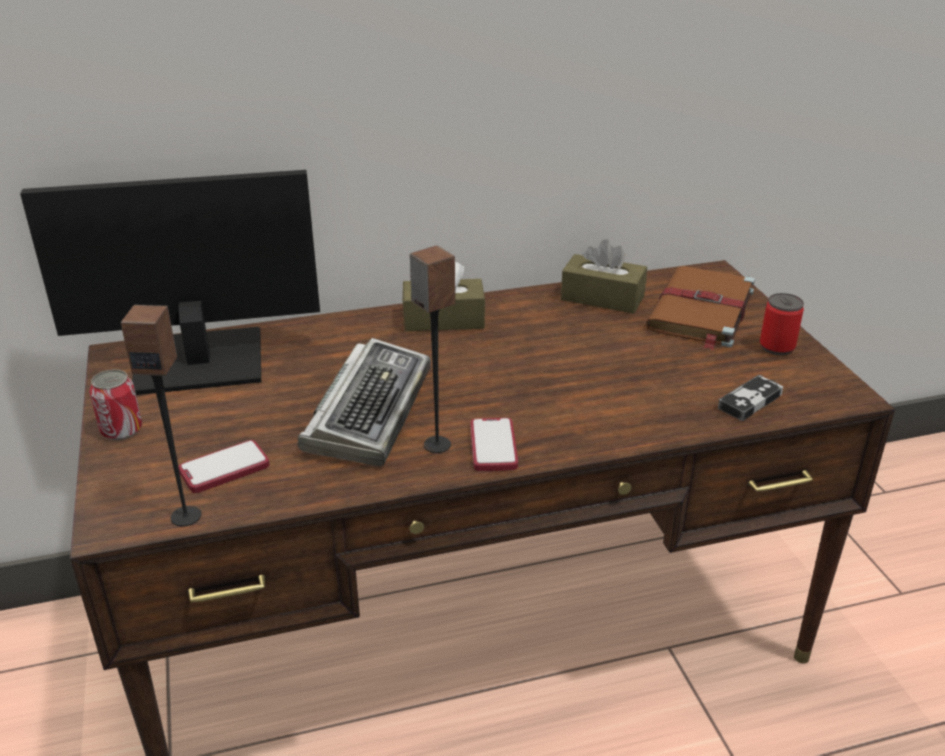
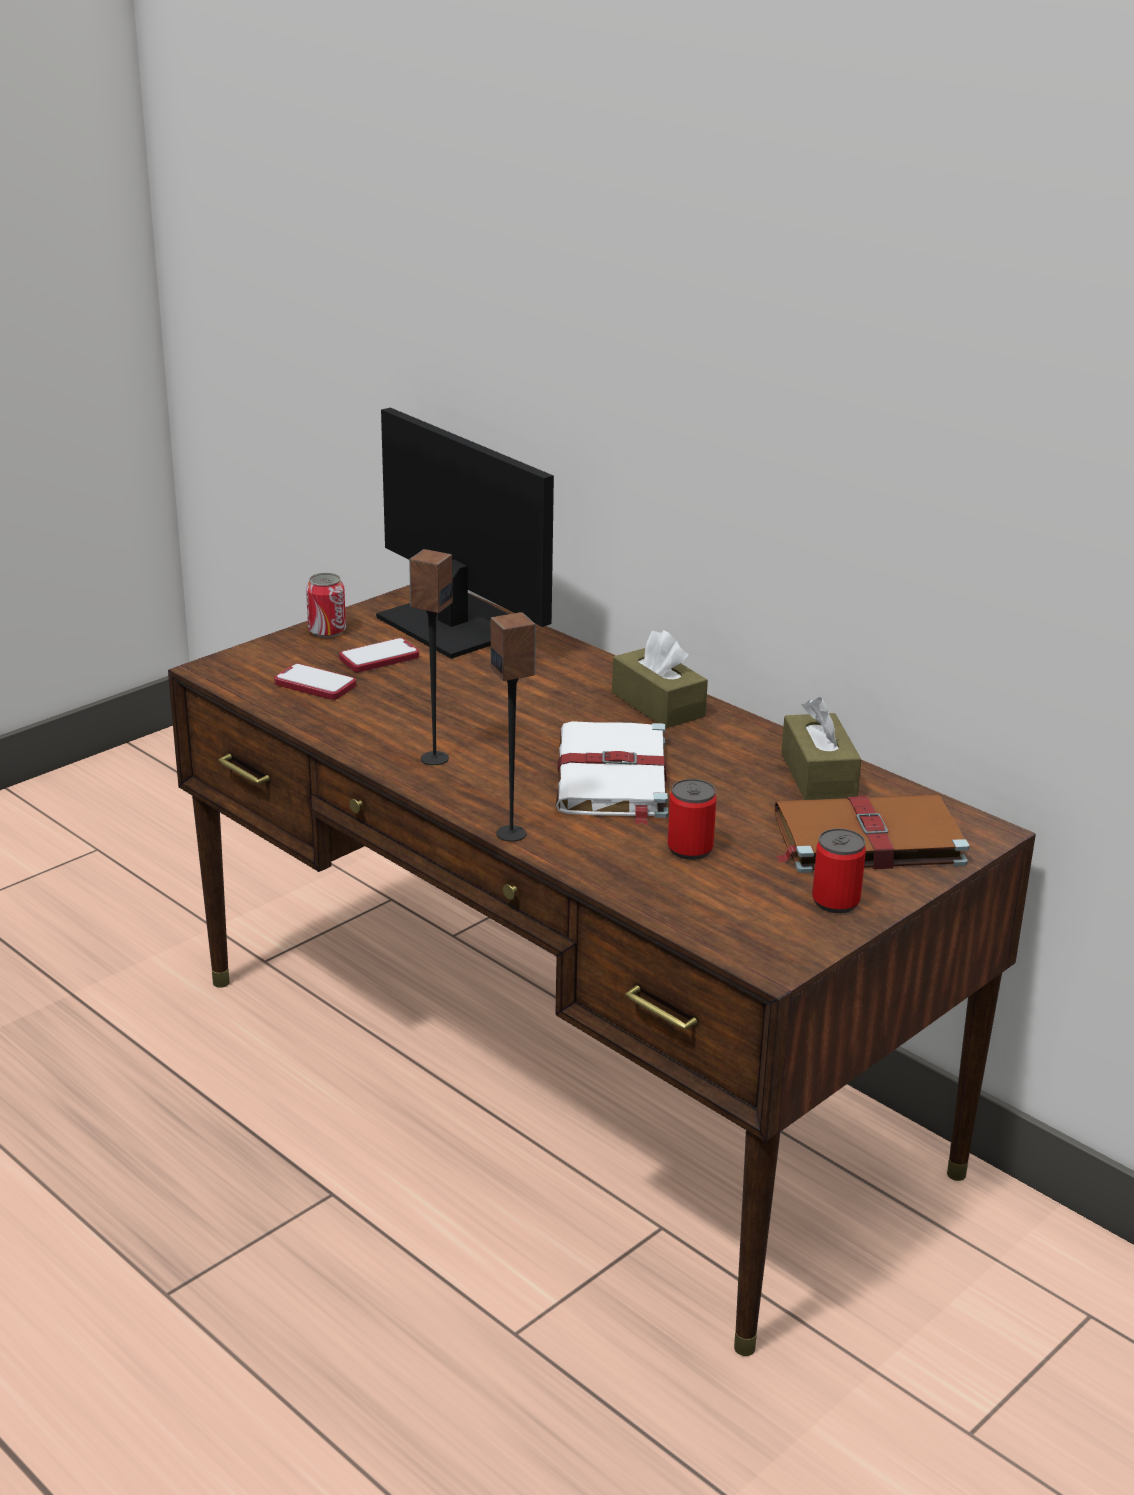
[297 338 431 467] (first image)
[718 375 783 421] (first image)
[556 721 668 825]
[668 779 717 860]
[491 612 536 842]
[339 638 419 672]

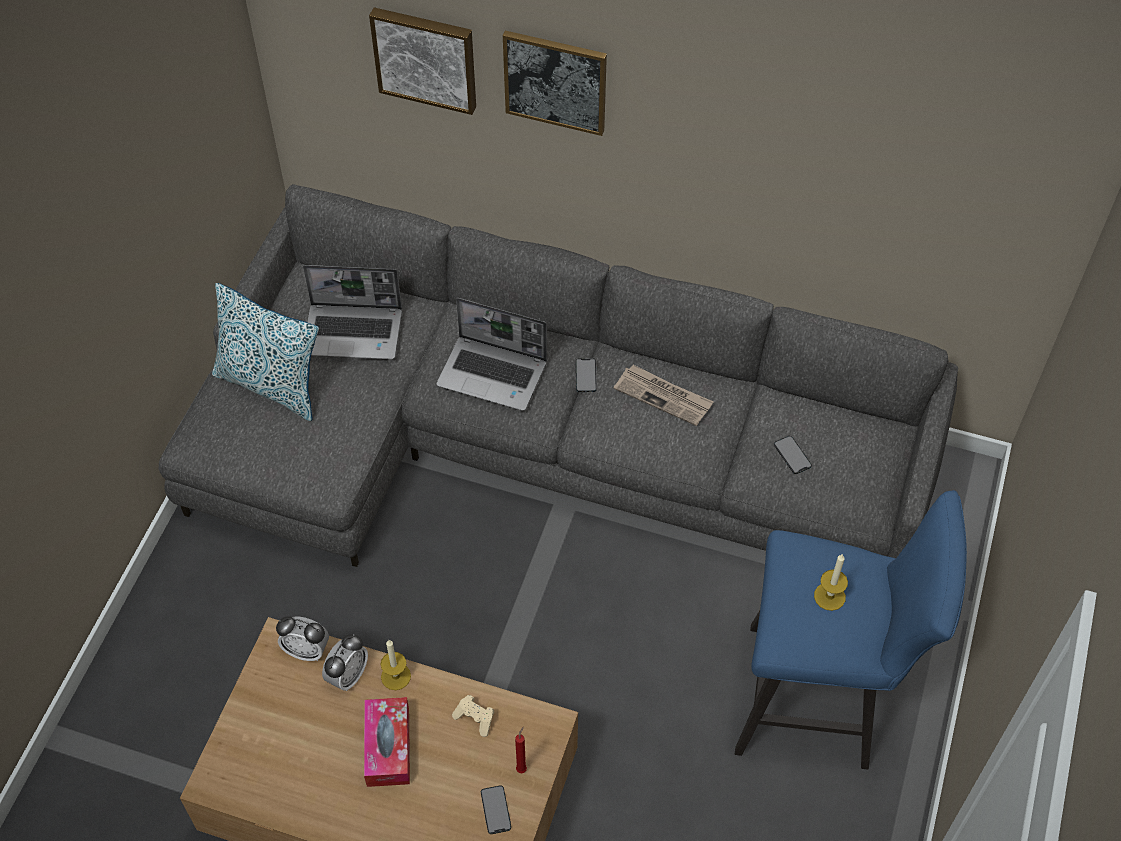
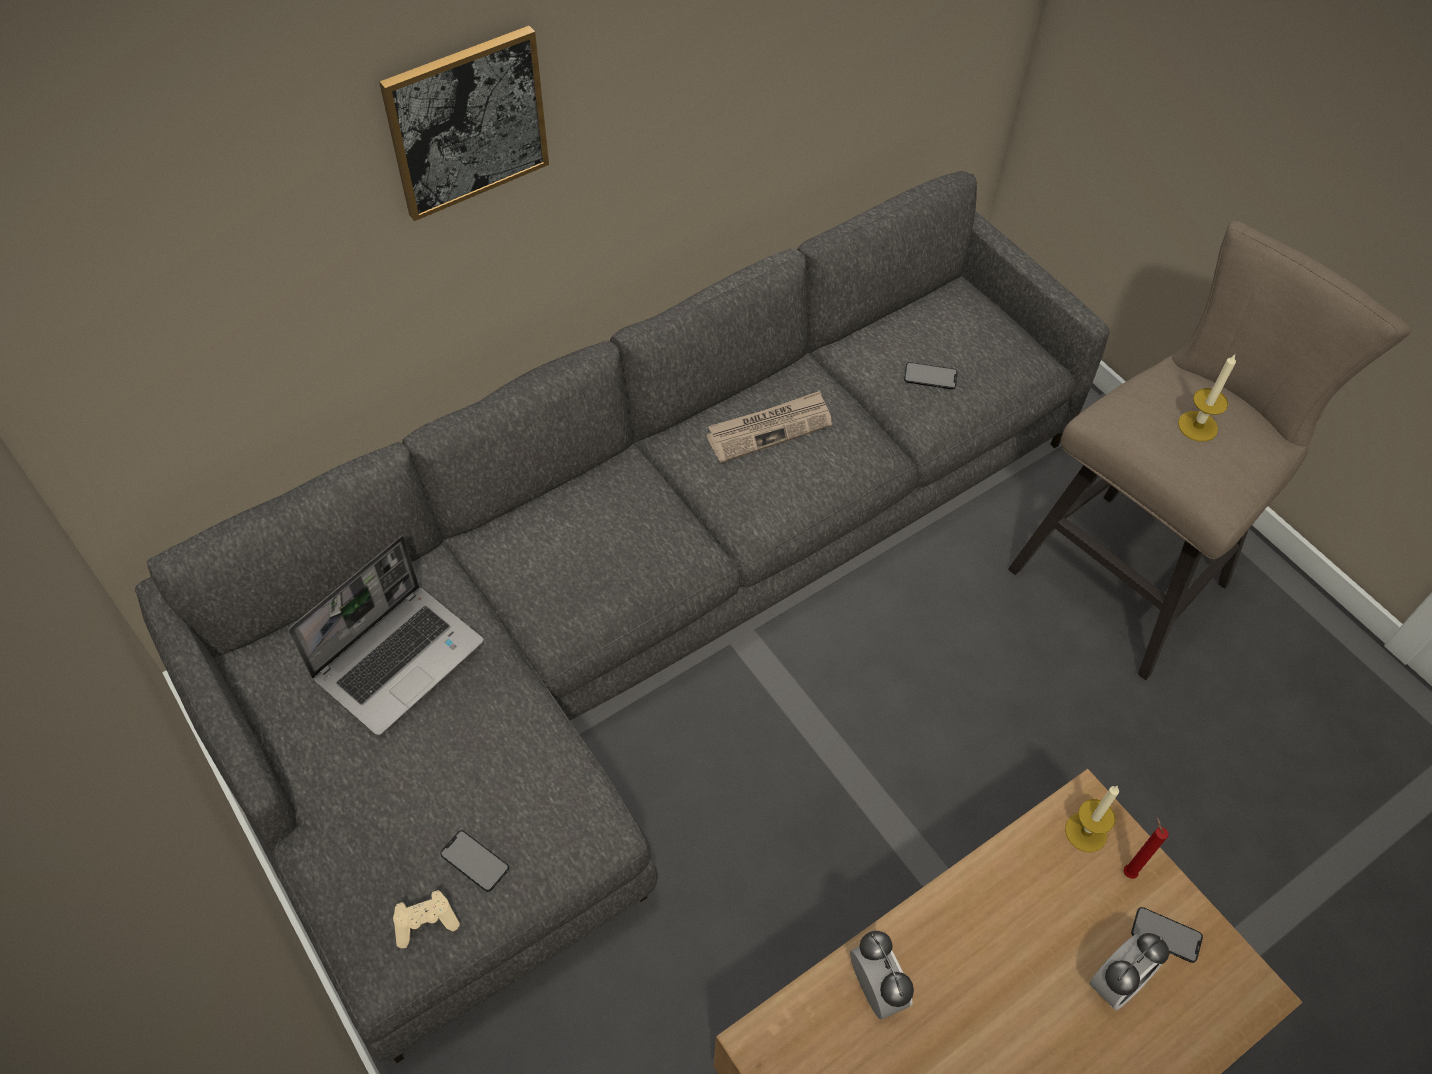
[212 283 319 421] (first image)
[364 697 410 787] (first image)
[369 7 476 115] (first image)
[437 298 547 411] (first image)
[1090 933 1169 1010]
[1065 786 1119 852]
[393 890 460 949]
[440 830 509 892]
[1008 220 1411 680]

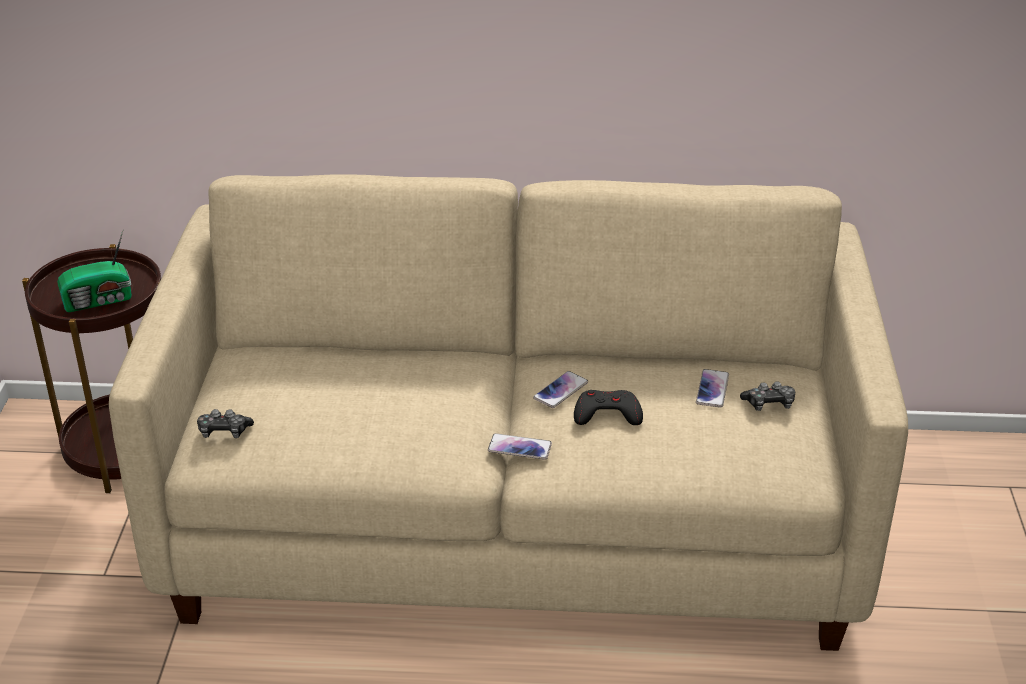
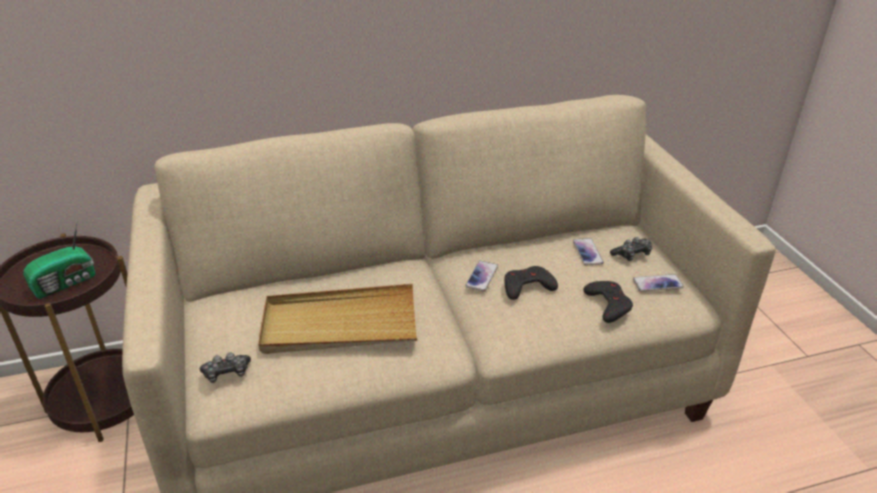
[258 284 417 354]
[583 281 633 323]
[633 274 684 291]

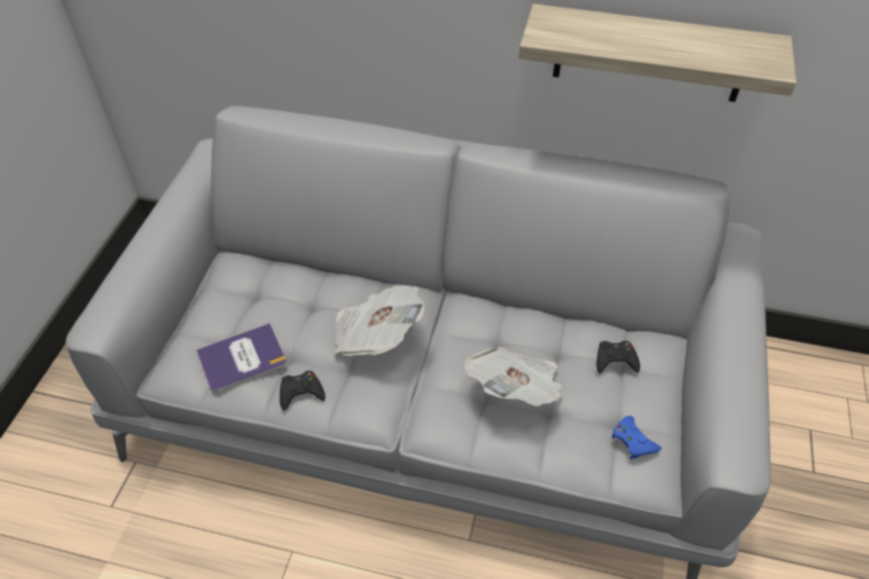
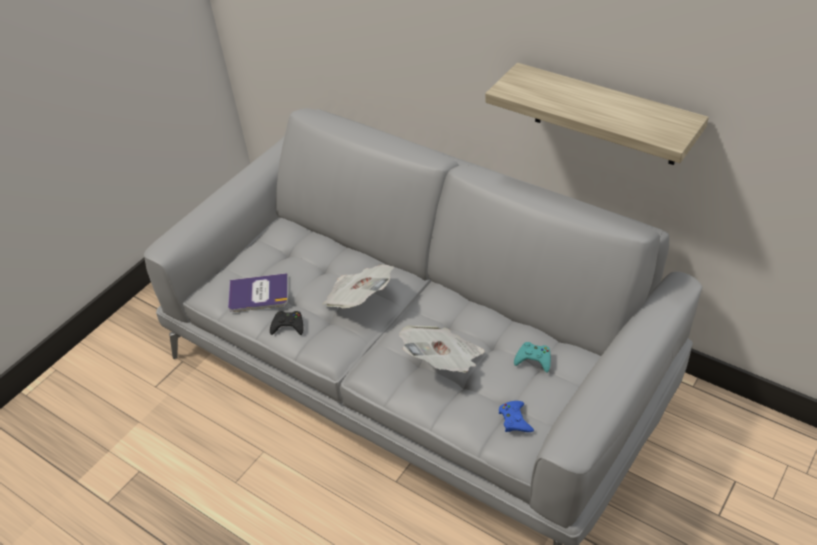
[514 342 551 373]

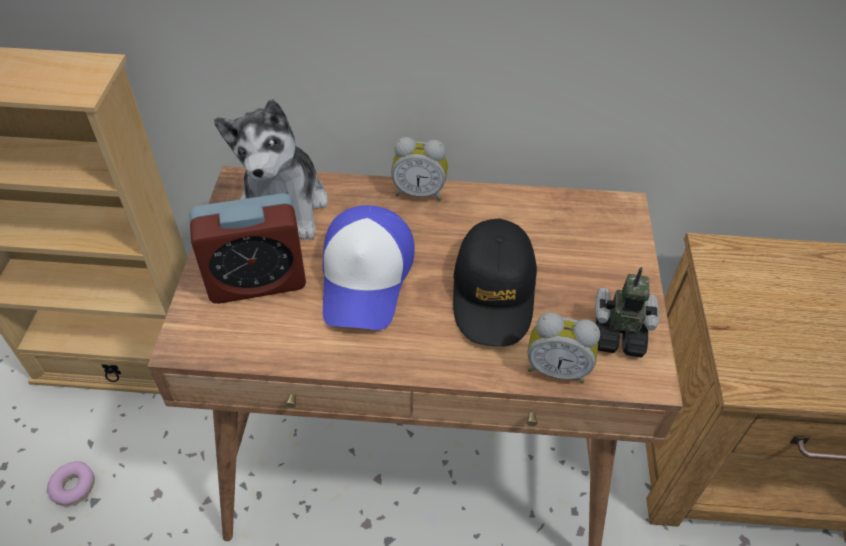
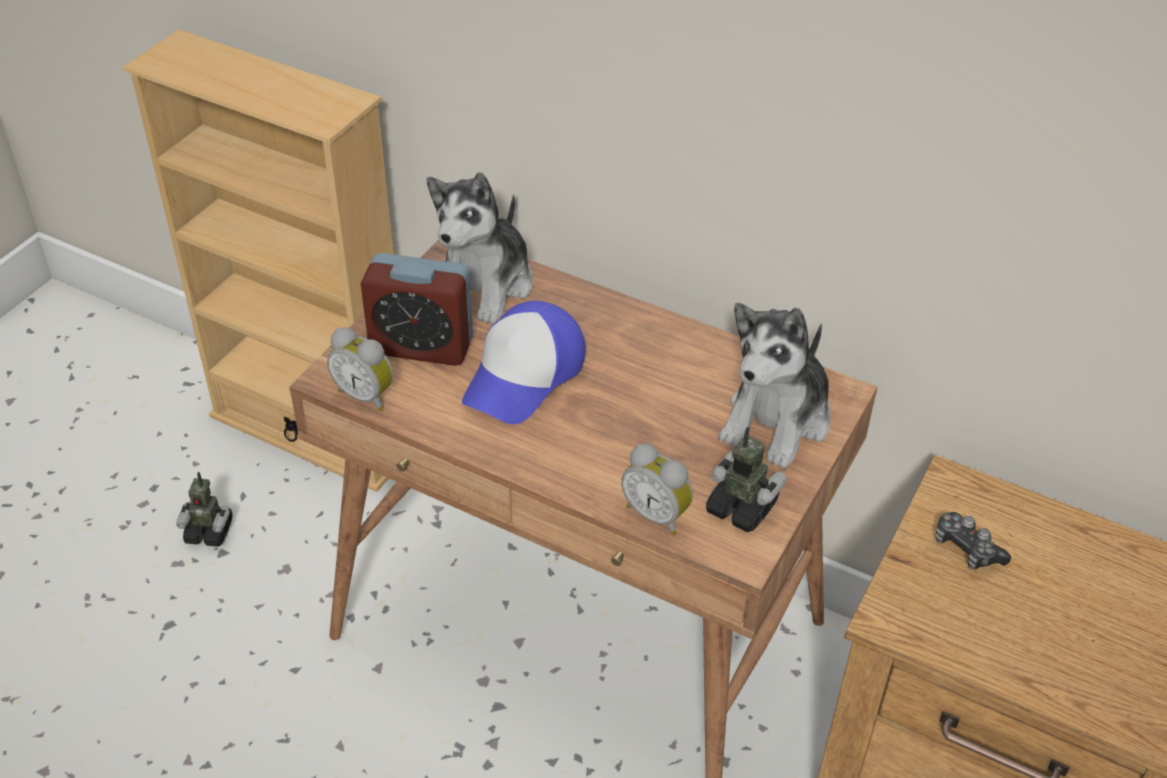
[453 218 537 346] (first image)
[718 303 831 469]
[936 512 1011 570]
[327 328 393 411]
[176 472 232 547]

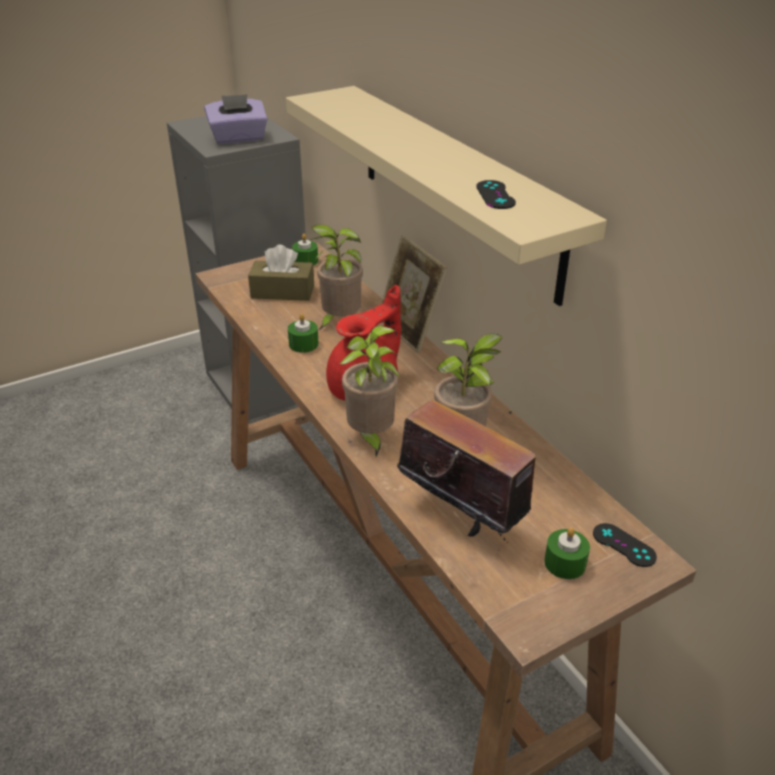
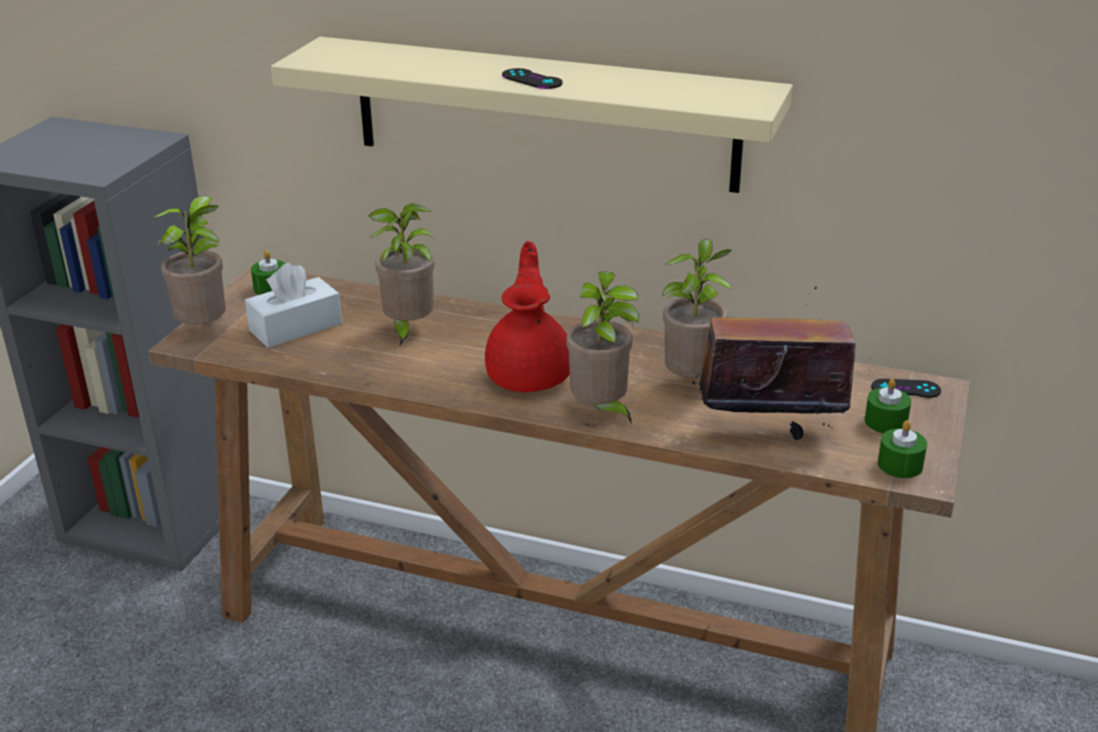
[204 94 267 144] (first image)
[381 235 447 353] (first image)
[154 196 226 324]
[878 420 927 478]
[502 68 563 89]
[245 263 342 348]

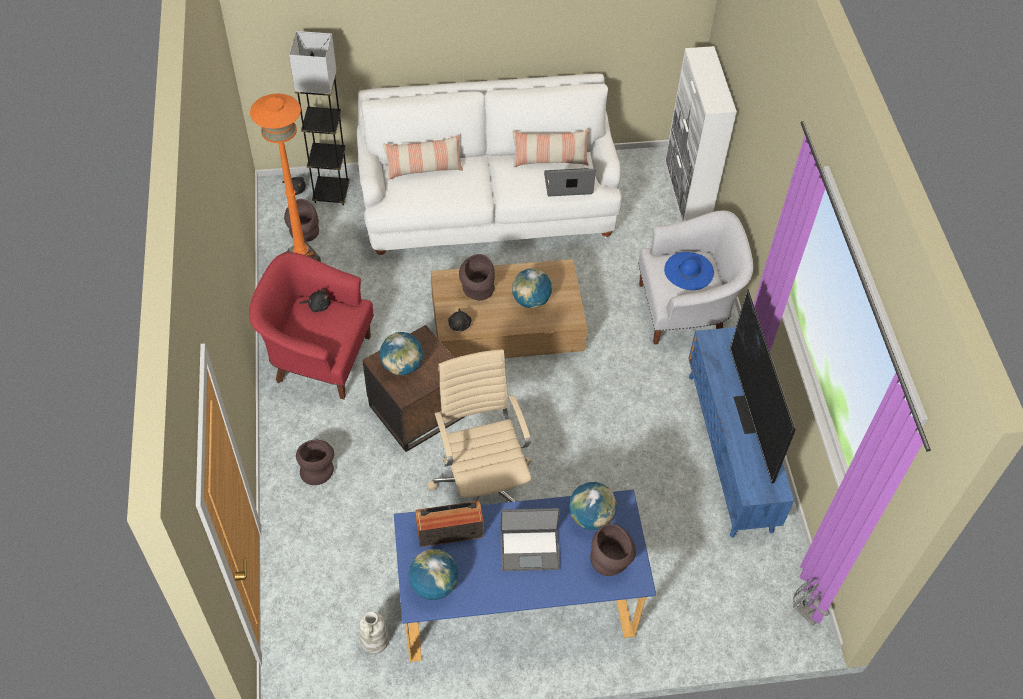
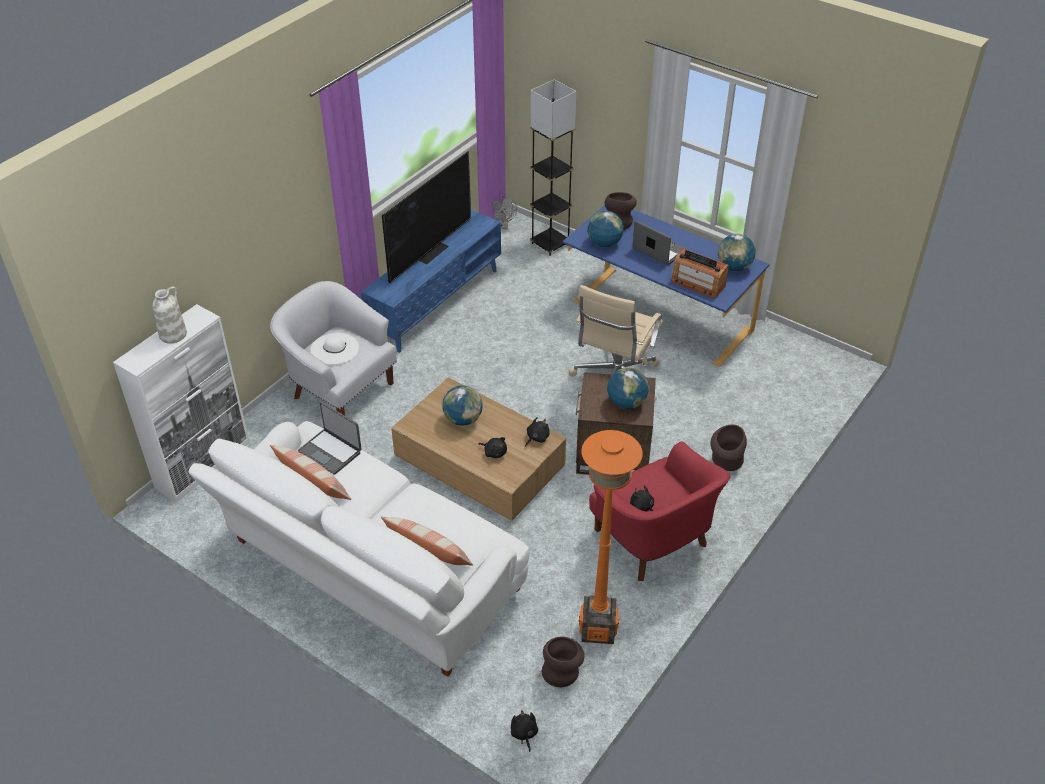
[530 79 576 256]
[152 286 187 344]
[479 437 507 458]
[310 333 359 364]

